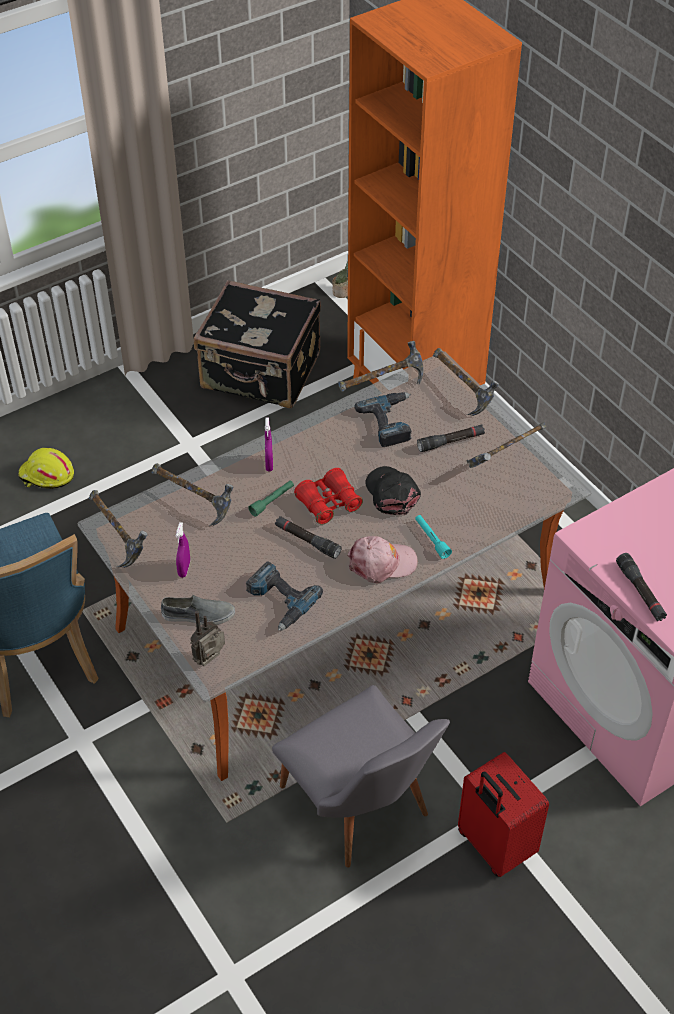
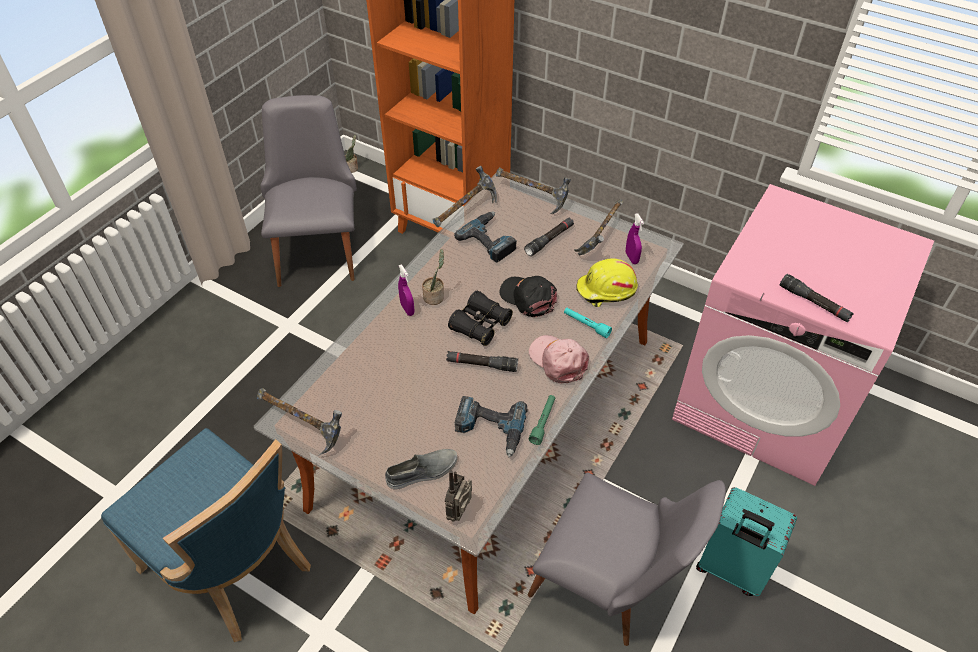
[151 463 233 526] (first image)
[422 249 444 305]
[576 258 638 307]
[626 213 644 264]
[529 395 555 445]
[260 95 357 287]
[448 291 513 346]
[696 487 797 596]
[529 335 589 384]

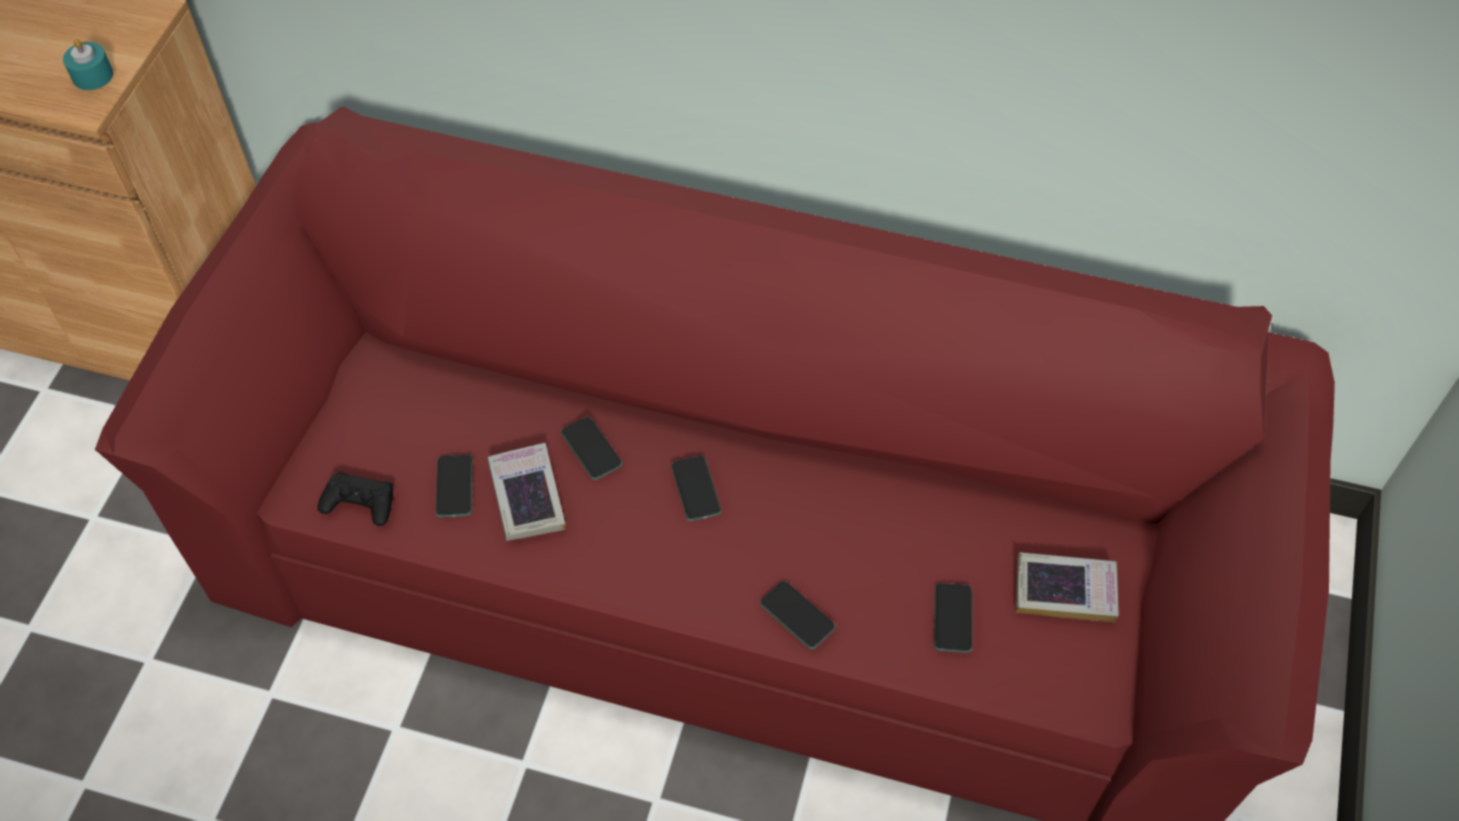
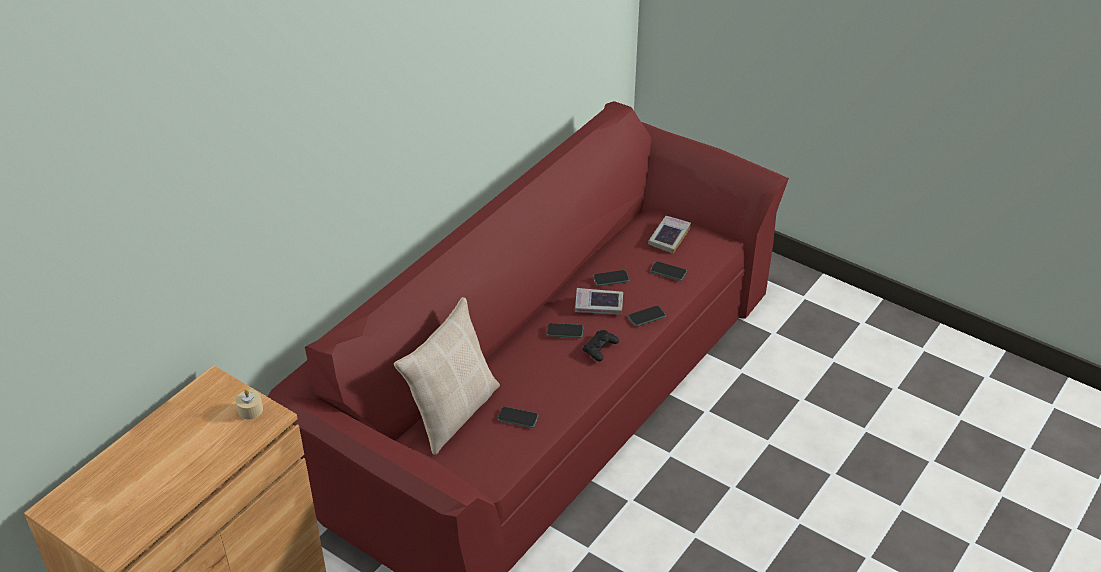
[394 297 500 455]
[582 330 619 361]
[575 288 623 314]
[593 270 629 286]
[235 389 263 419]

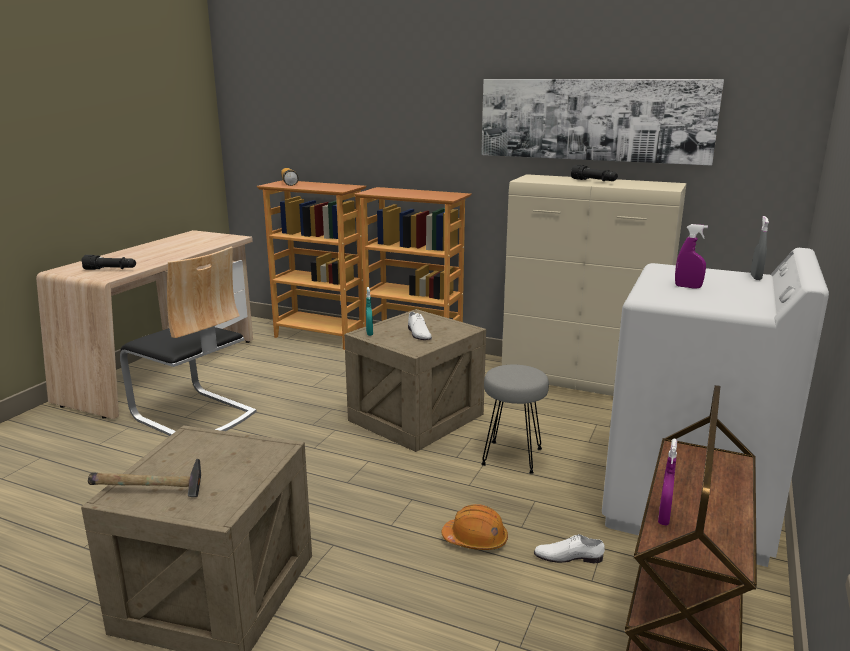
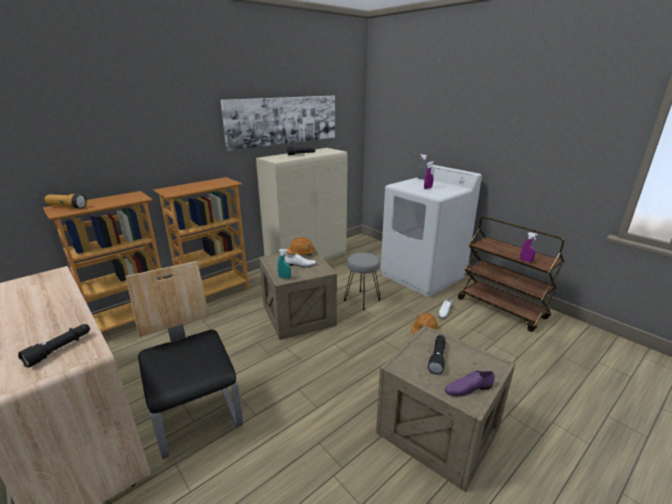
[286 237 315 255]
[428 335 446 374]
[445 370 495 397]
[126 261 243 459]

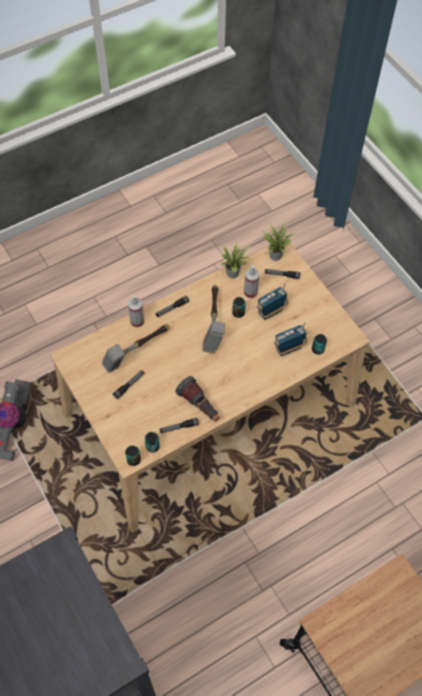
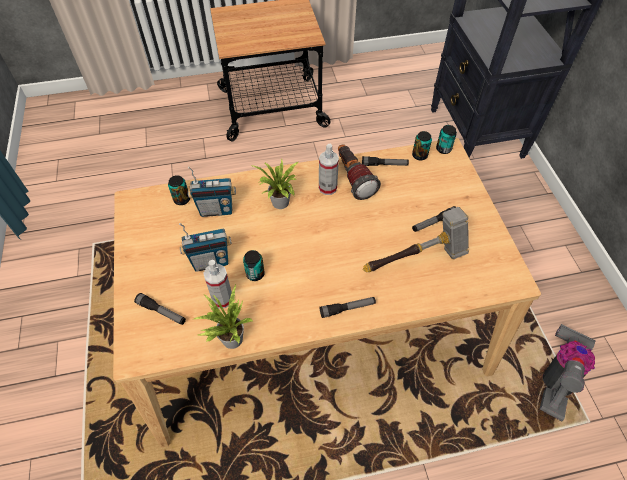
[202 285 225 353] (first image)
[319 144 339 195]
[250 159 298 209]

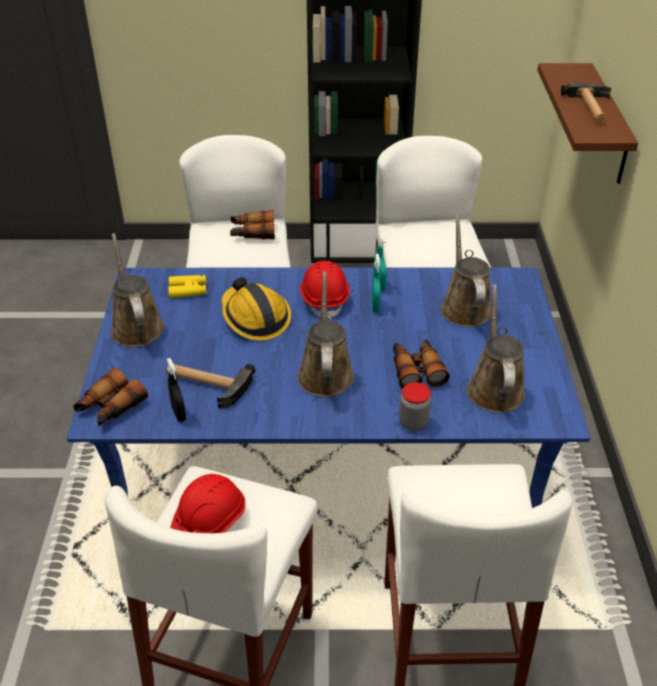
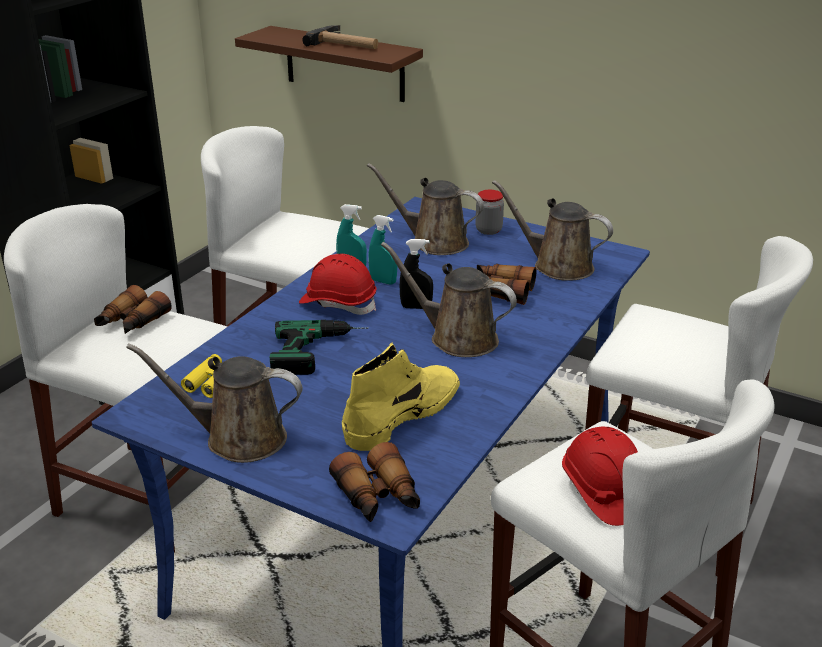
[400 239 433 309]
[475 190 504 235]
[342 343 460 451]
[270 320 368 375]

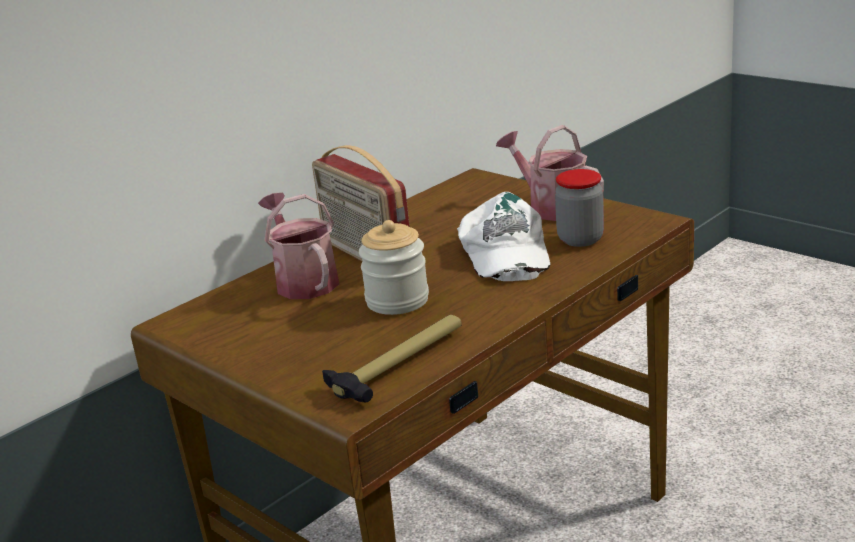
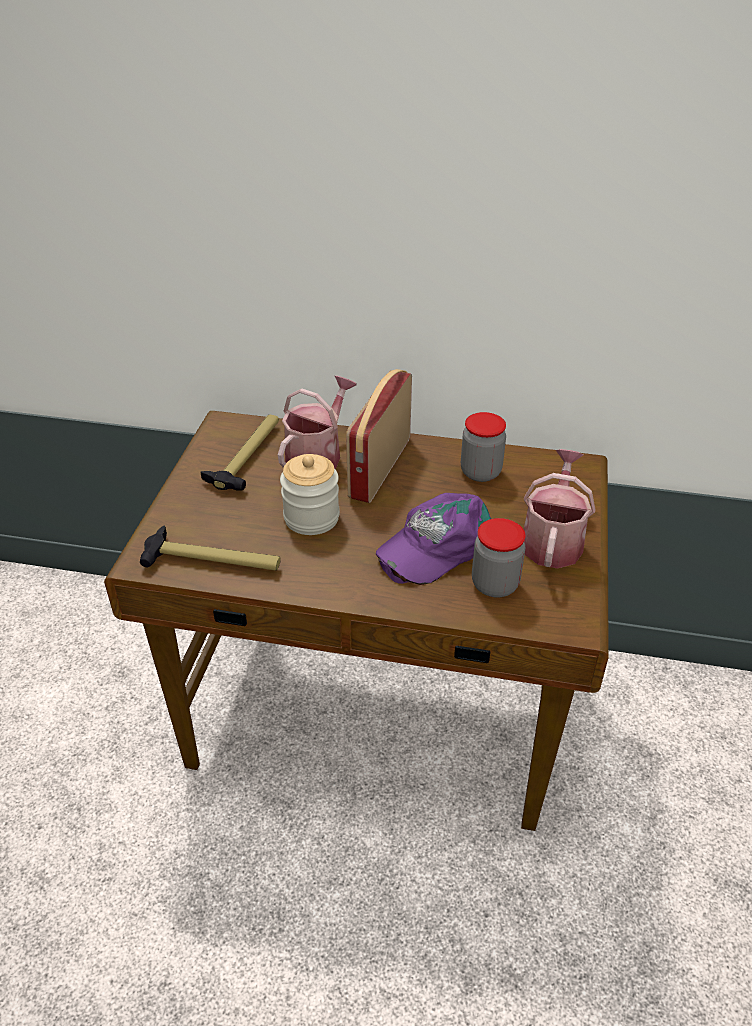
[200 415 279 490]
[461 412 506 482]
[376 493 491 585]

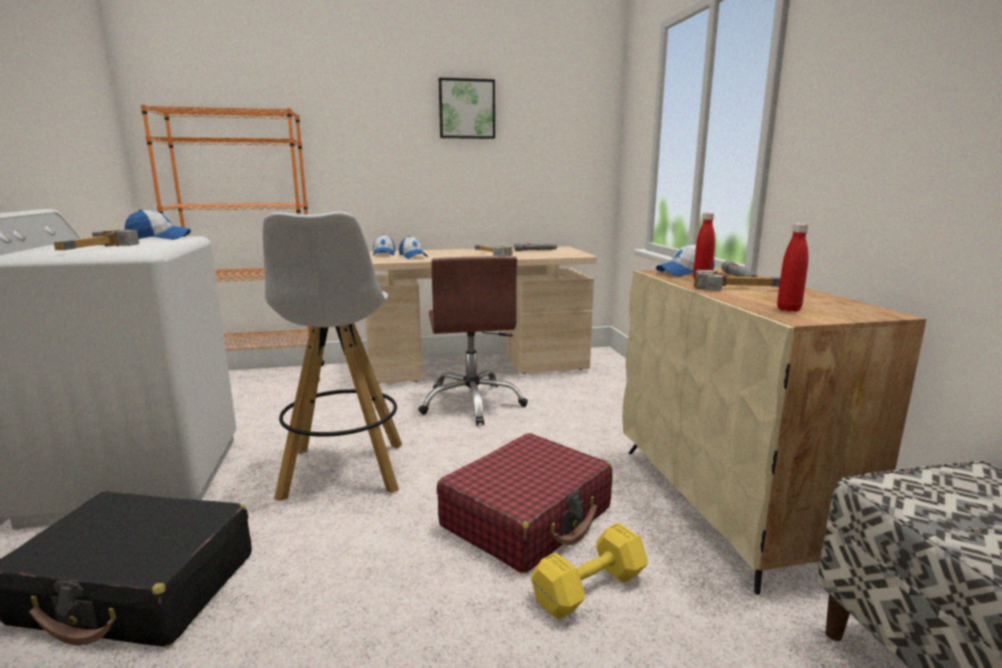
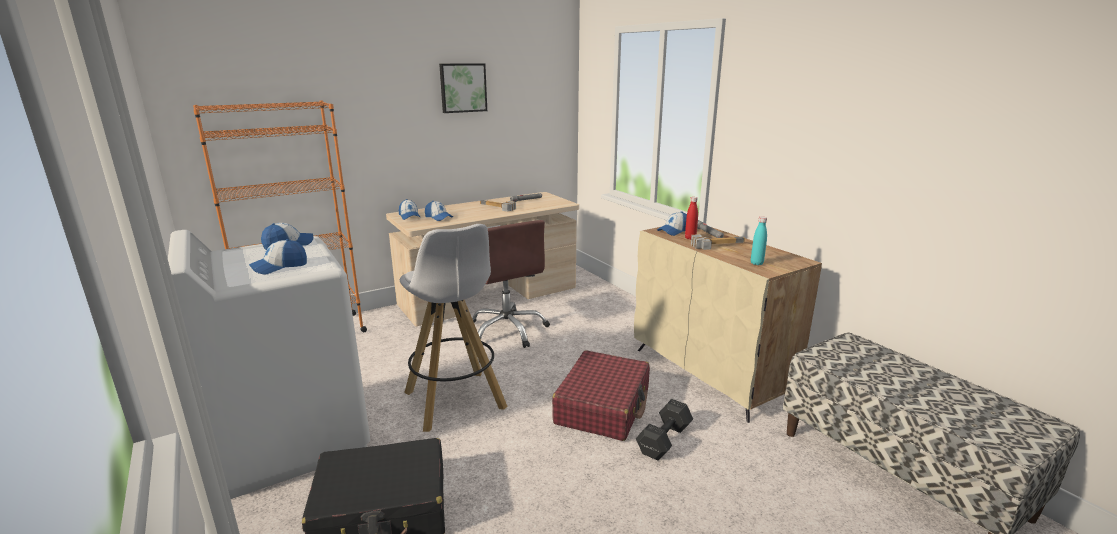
[249 239 307 274]
[636 399 693 461]
[751 216 767 265]

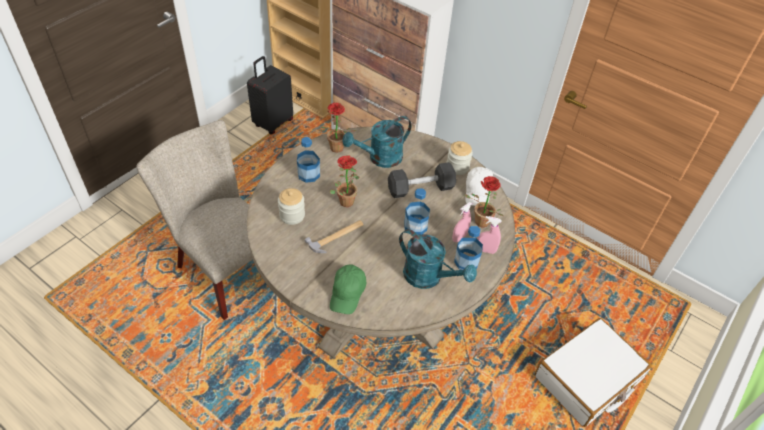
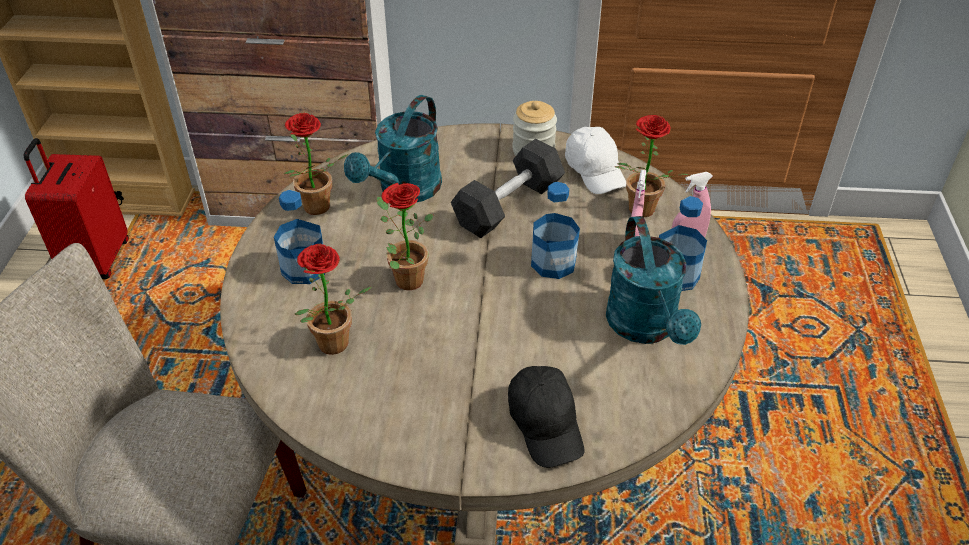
[305 220 364 253] (first image)
[535 318 652 427] (first image)
[295 244 372 355]
[24 138 129 279]
[508 366 585 468]
[606 216 701 345]

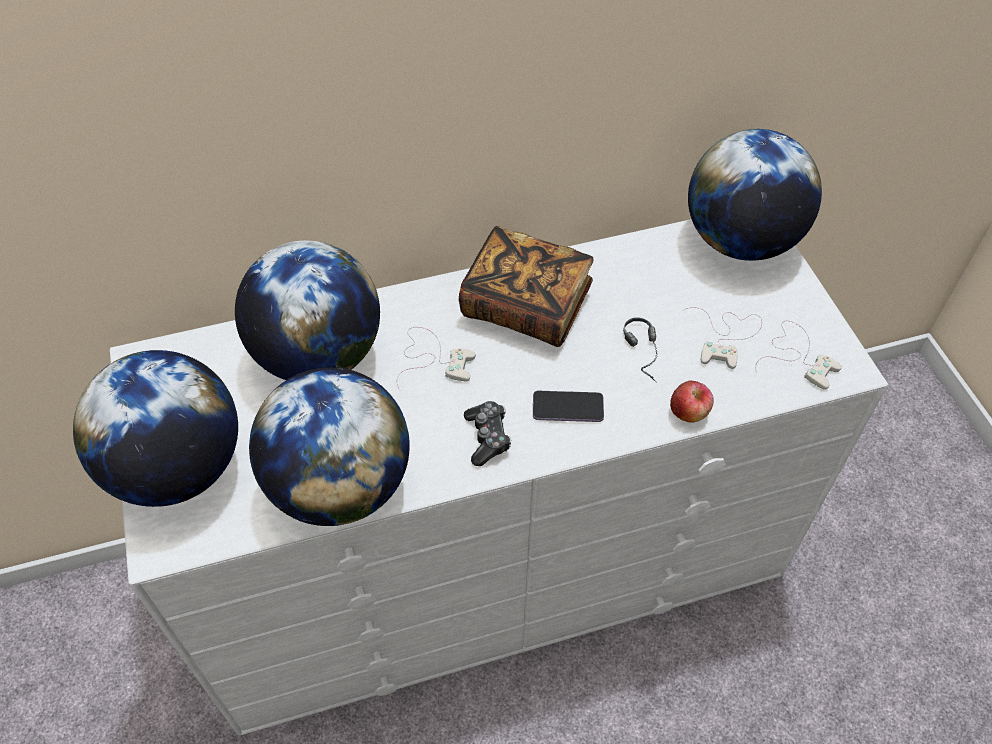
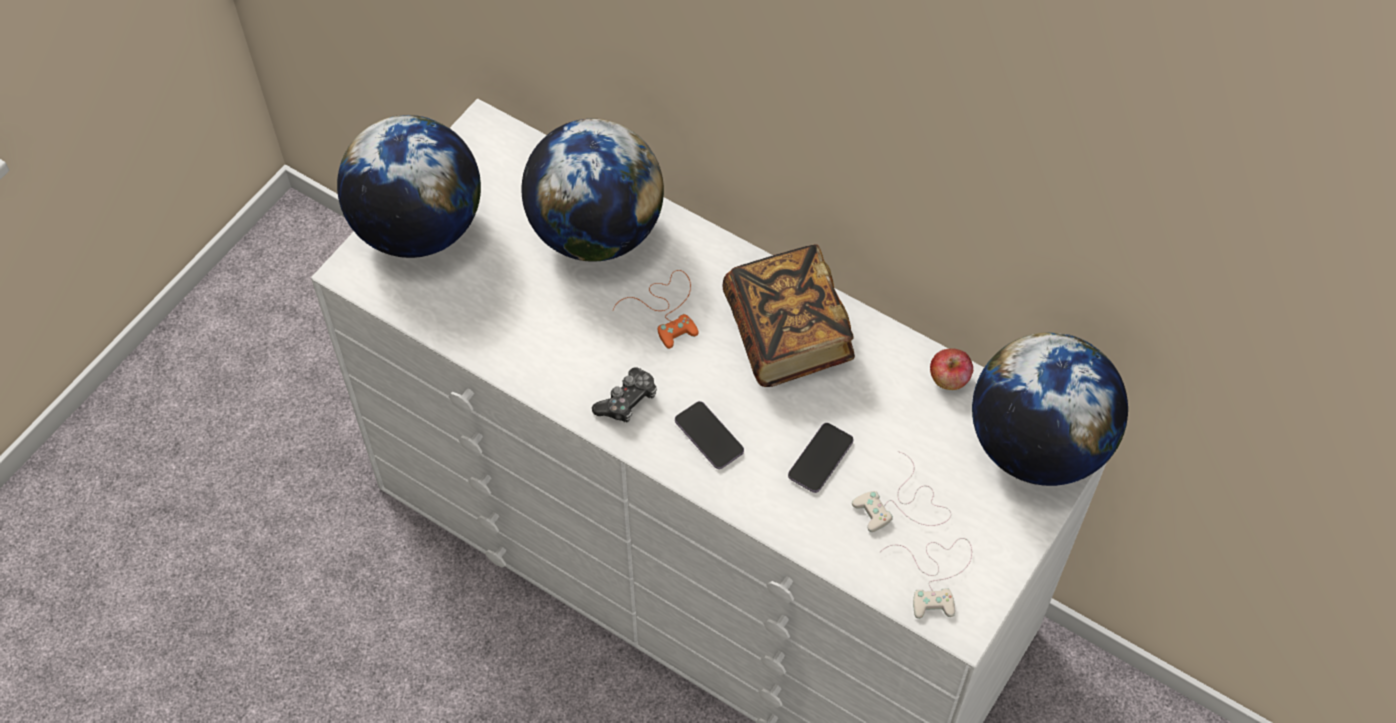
[249 367 410 526] (first image)
[930 348 973 390]
[788 423 854 493]
[613 270 699 349]

